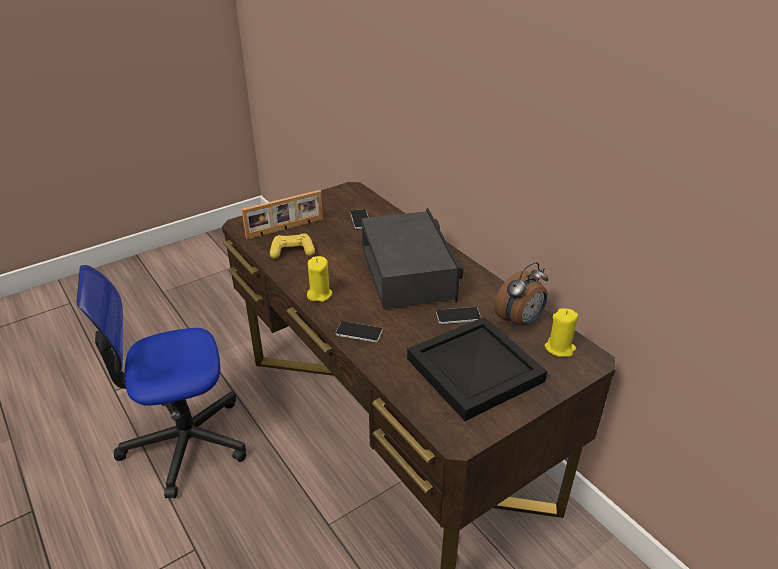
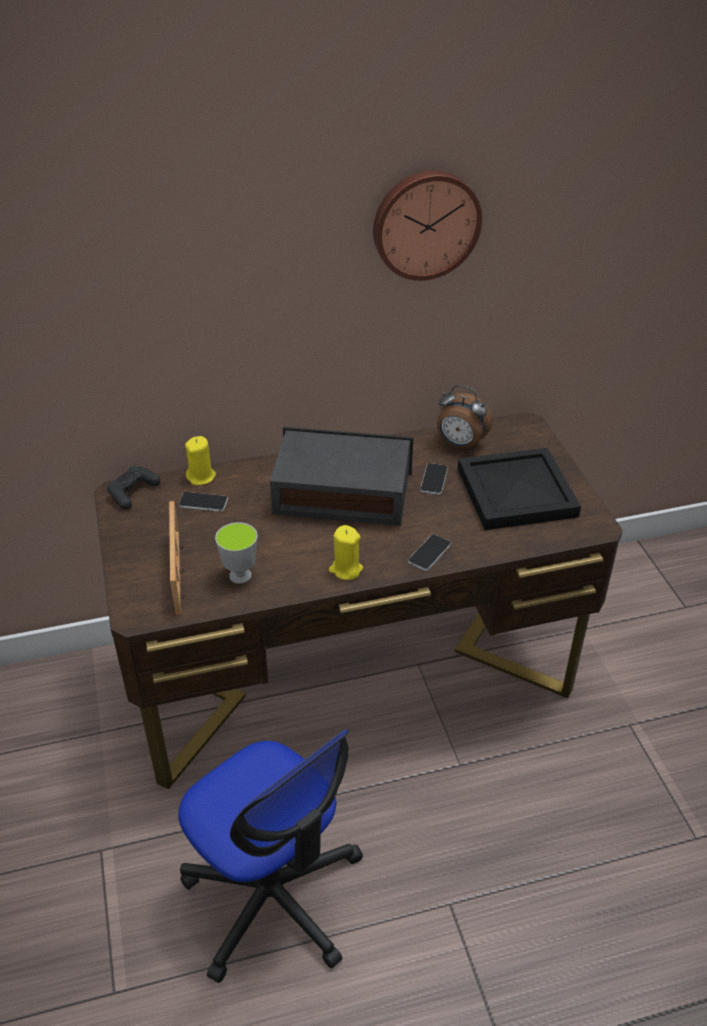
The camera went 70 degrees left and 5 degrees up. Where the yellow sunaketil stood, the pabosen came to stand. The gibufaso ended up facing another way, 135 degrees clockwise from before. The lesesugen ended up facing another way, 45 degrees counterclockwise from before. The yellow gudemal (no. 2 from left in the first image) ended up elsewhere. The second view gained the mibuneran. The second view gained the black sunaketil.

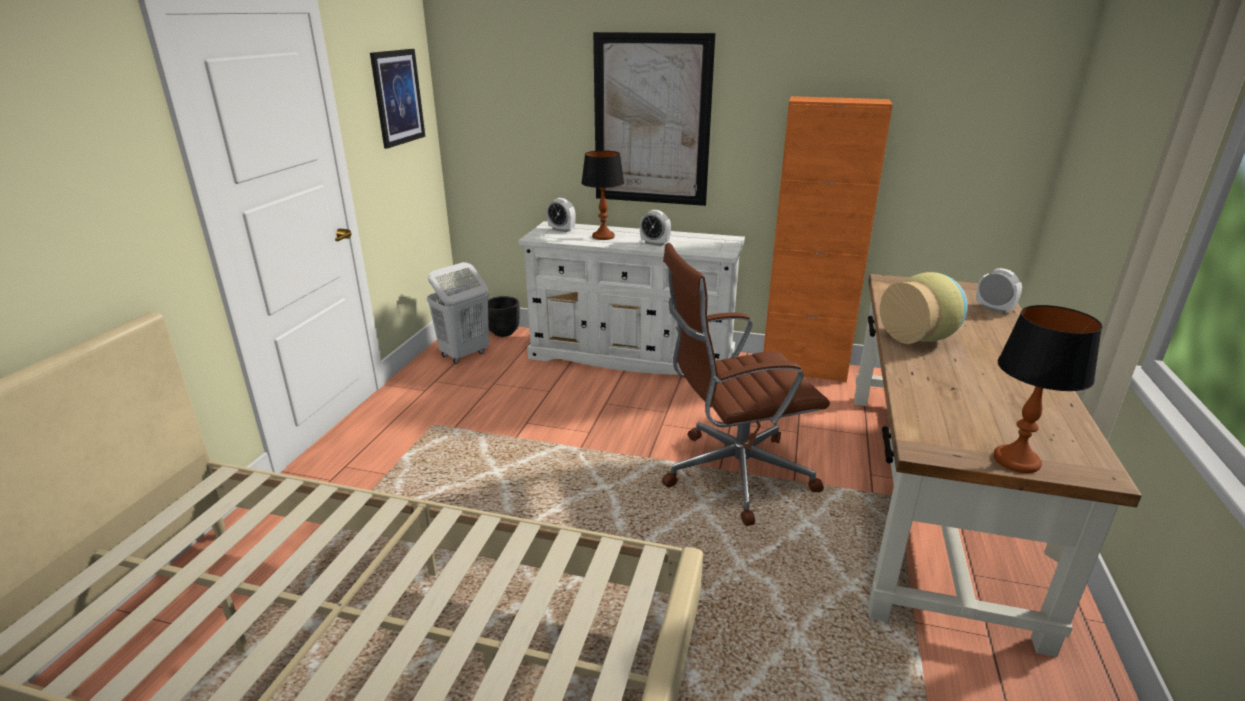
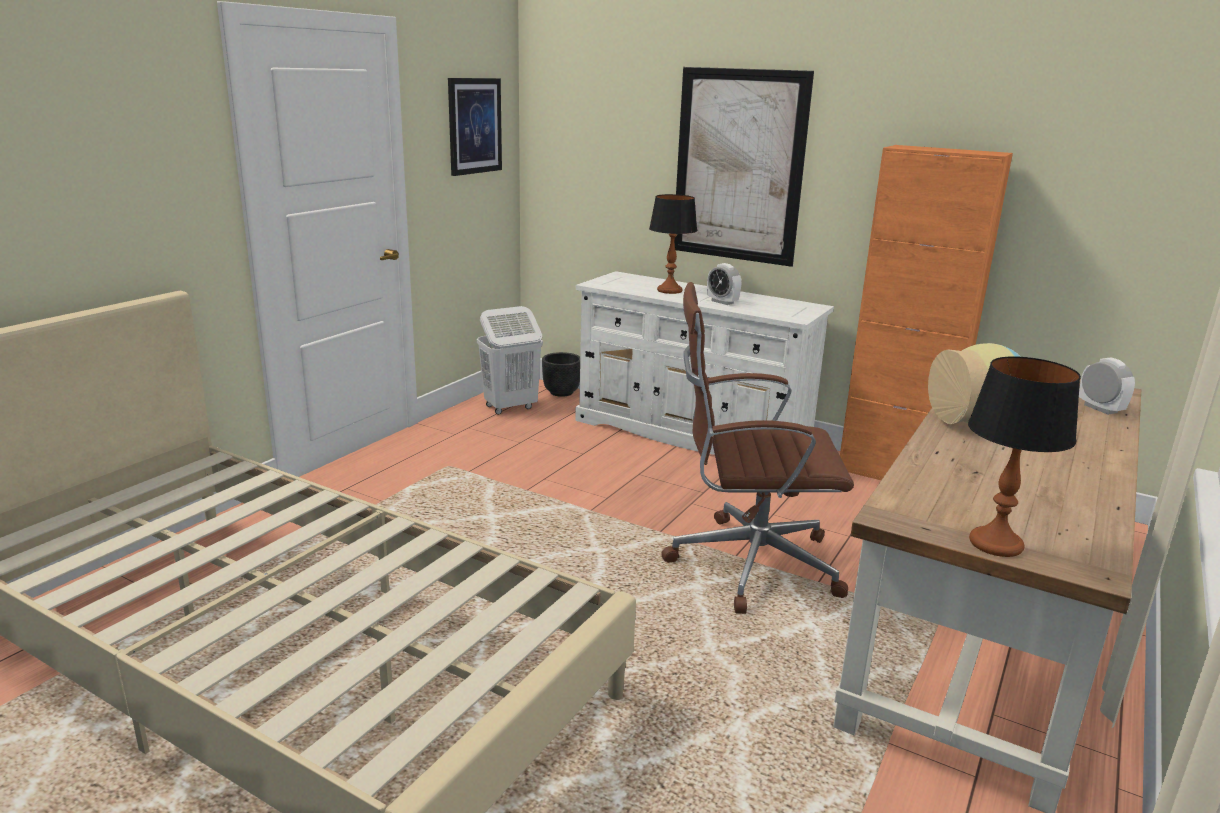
The camera went 15 degrees right and 5 degrees down. The second view lost the gibufaso (no. 1 from left).

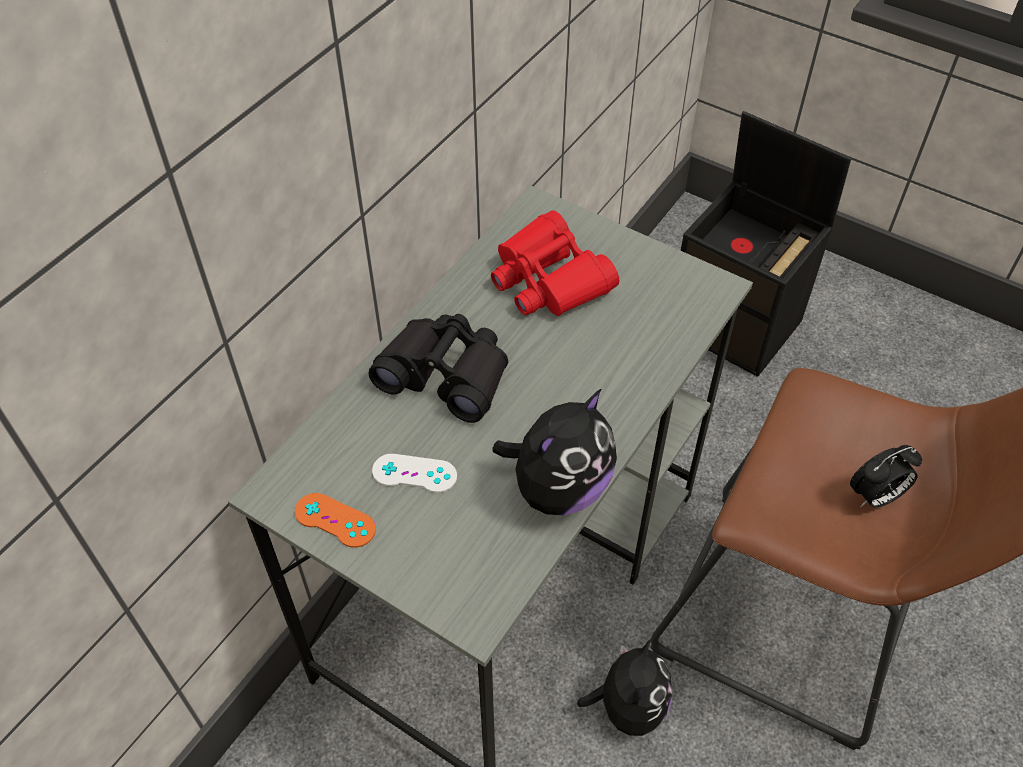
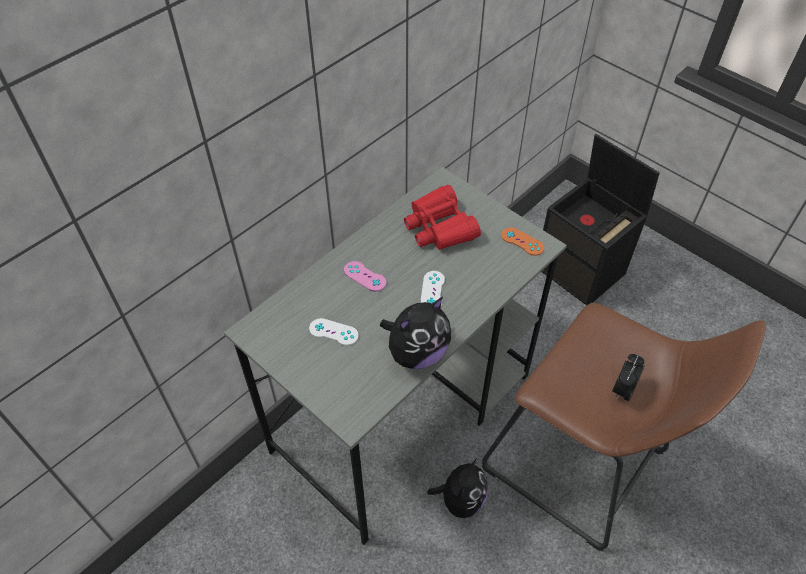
The camera went 10 degrees right and 0 degrees up. Where the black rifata stood, the pink sunaketil came to stand. The gibufaso ended up facing another way, 135 degrees clockwise from before. The orange sunaketil ended up elsewhere. The second view gained the white sunaketil (no. 2 from left).

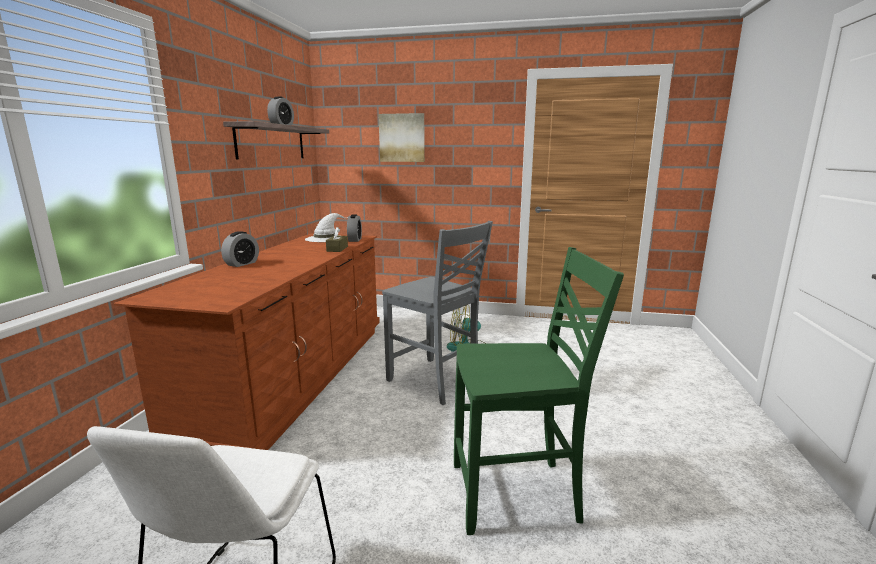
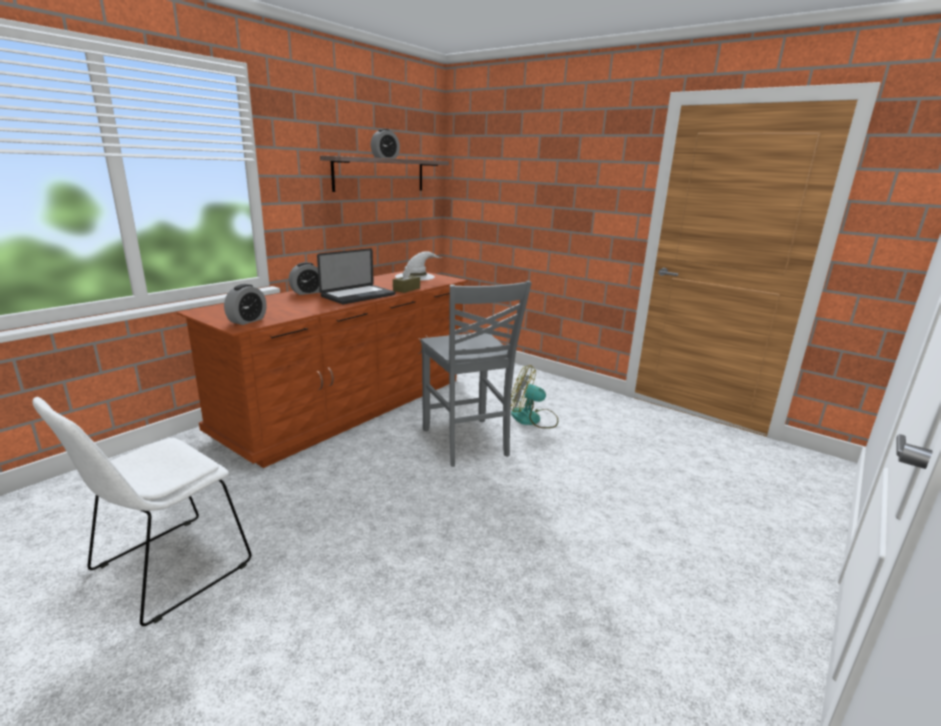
The camera went 25 degrees right and 5 degrees up. The second view lost the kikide. The gibufaso (no. 3 from left in the first image) ended up elsewhere. The second view lost the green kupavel. The second view gained the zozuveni.

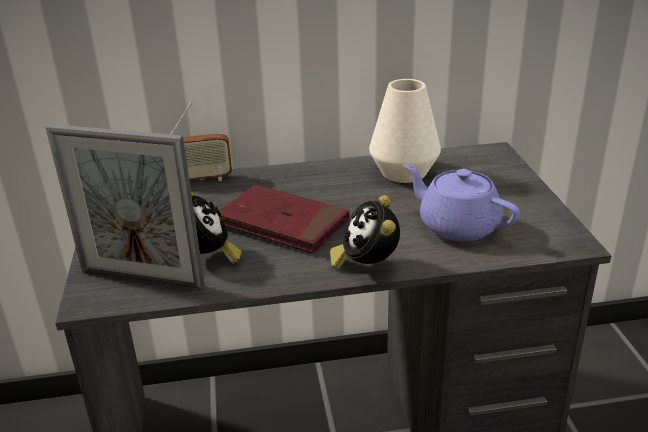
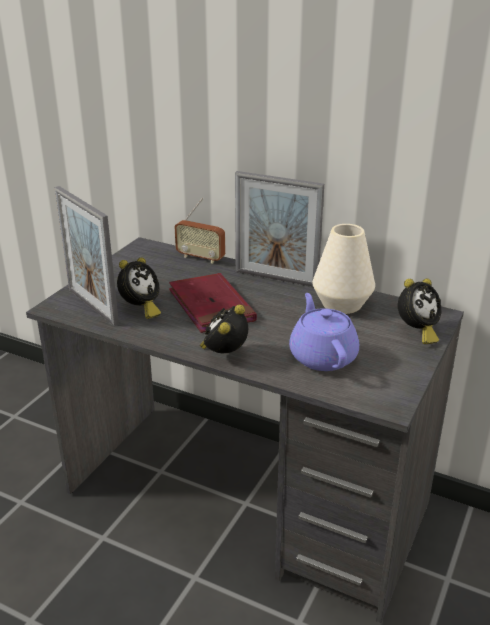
The camera went 35 degrees right and 0 degrees up. The second view gained the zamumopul (no. 2 from left). The second view gained the gibufaso (no. 3 from left).

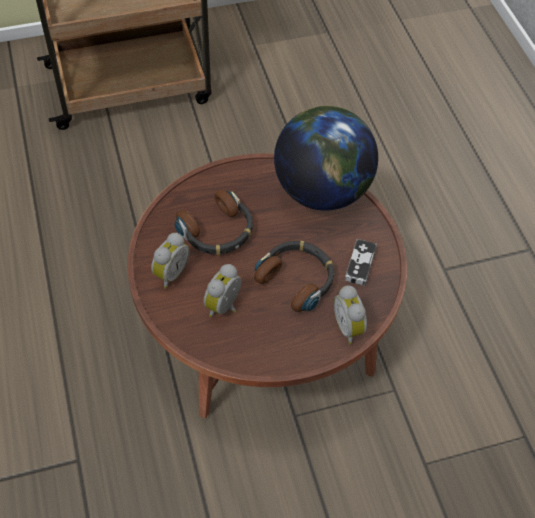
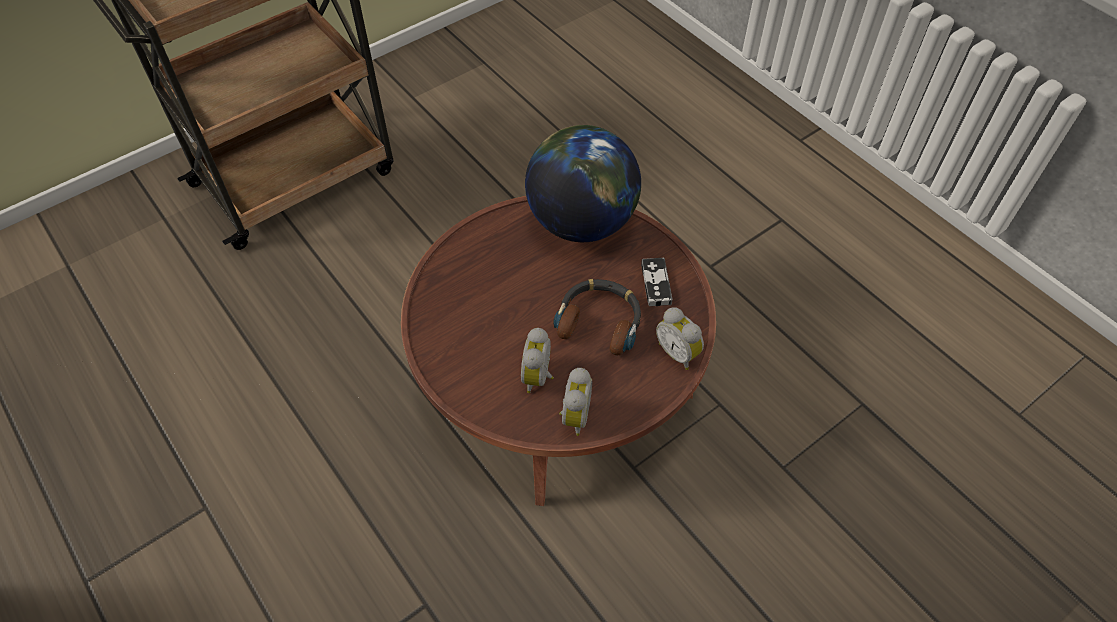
The camera went 20 degrees left and 0 degrees up. The second view lost the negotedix (no. 1 from left). The gibufaso (no. 1 from left in the first image) ended up elsewhere.

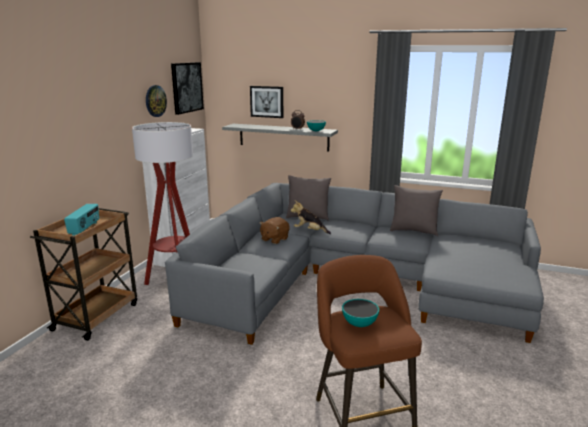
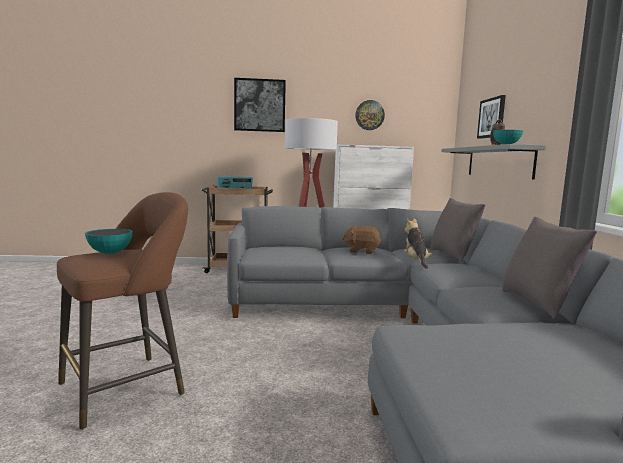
The camera went 65 degrees right and 10 degrees down. The kikide (no. 1 from left) ended up elsewhere.

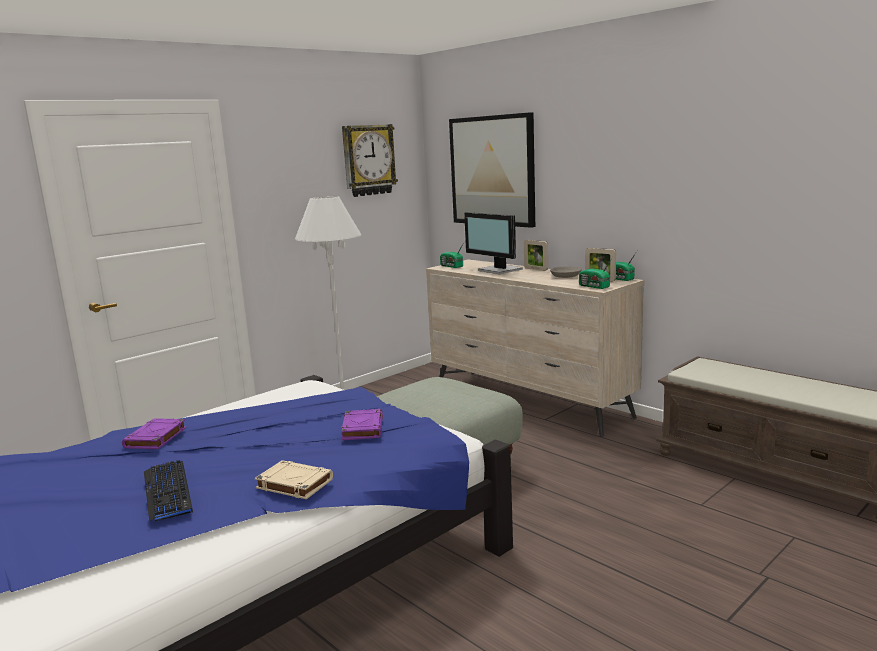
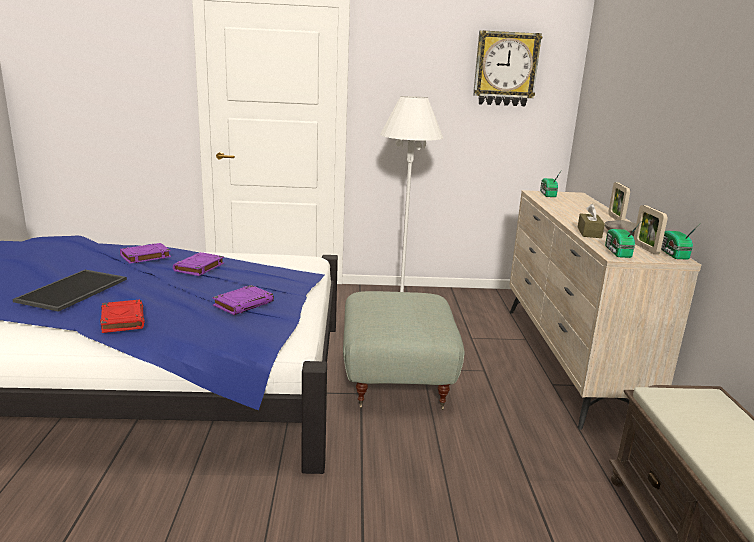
The camera went 40 degrees right and 5 degrees up. The second view lost the kikide. The second view lost the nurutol. Where the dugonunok stood, the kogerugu came to stand. What was the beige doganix turned into the red doganix. The second view gained the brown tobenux. The second view gained the purple doganix (no. 2 from left).

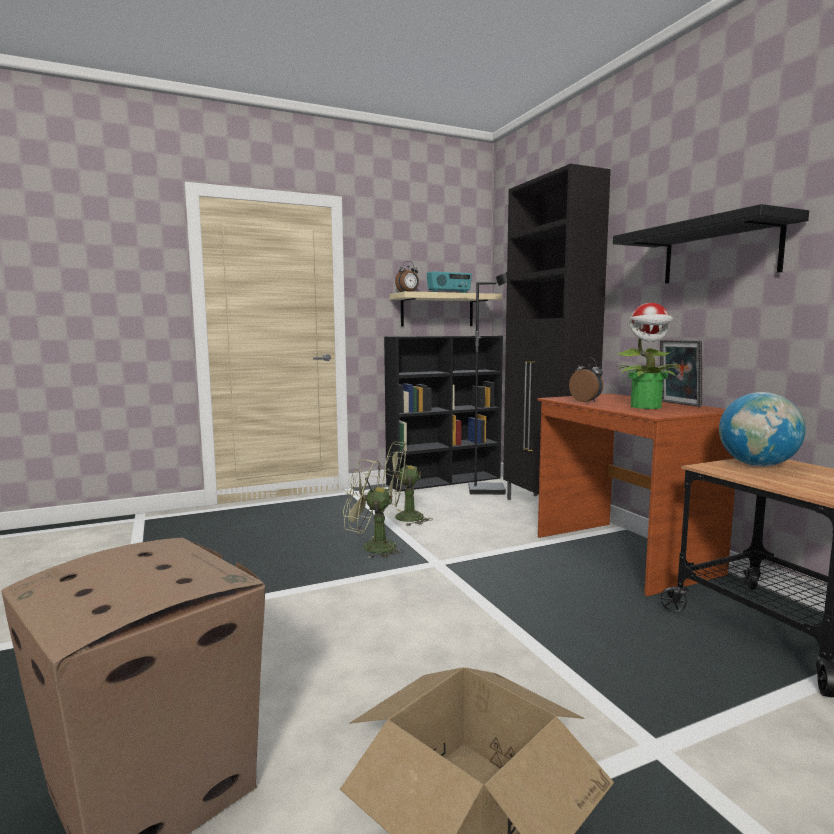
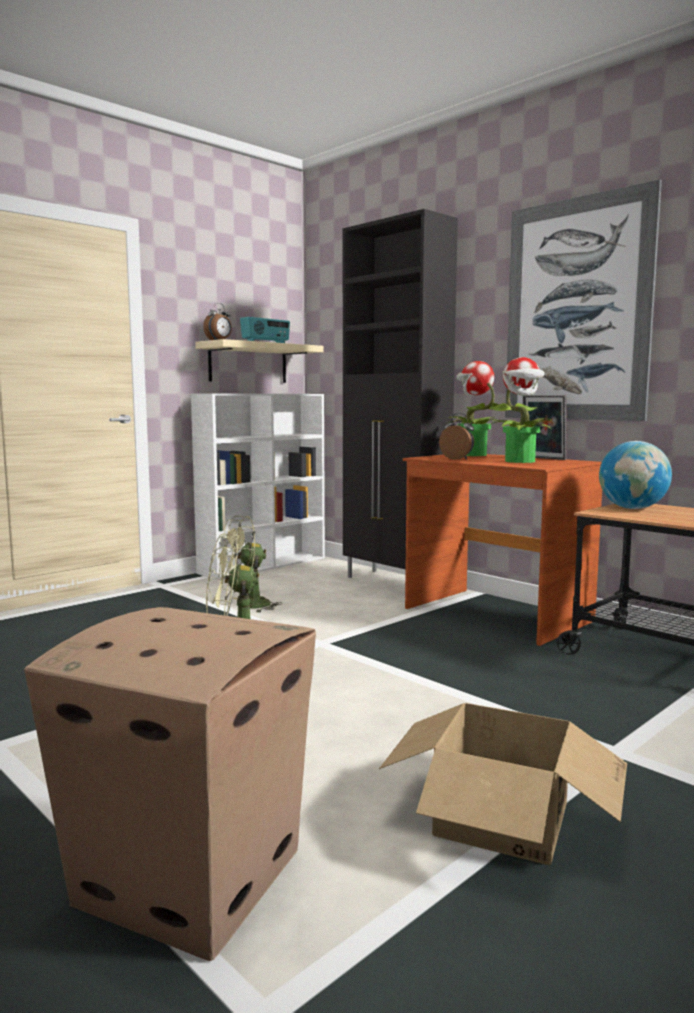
The camera went 20 degrees left and 0 degrees up. Where the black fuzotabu hung, the kikide came to hang. The second view lost the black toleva. What was the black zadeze turned into the white zadeze. The second view gained the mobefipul (no. 1 from left).

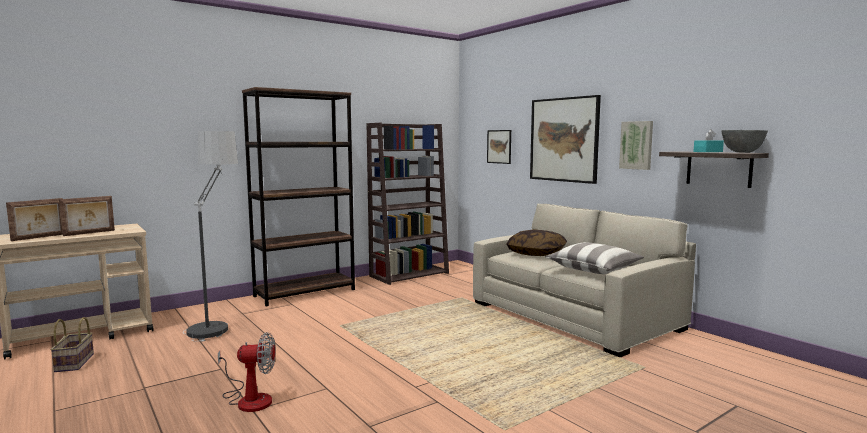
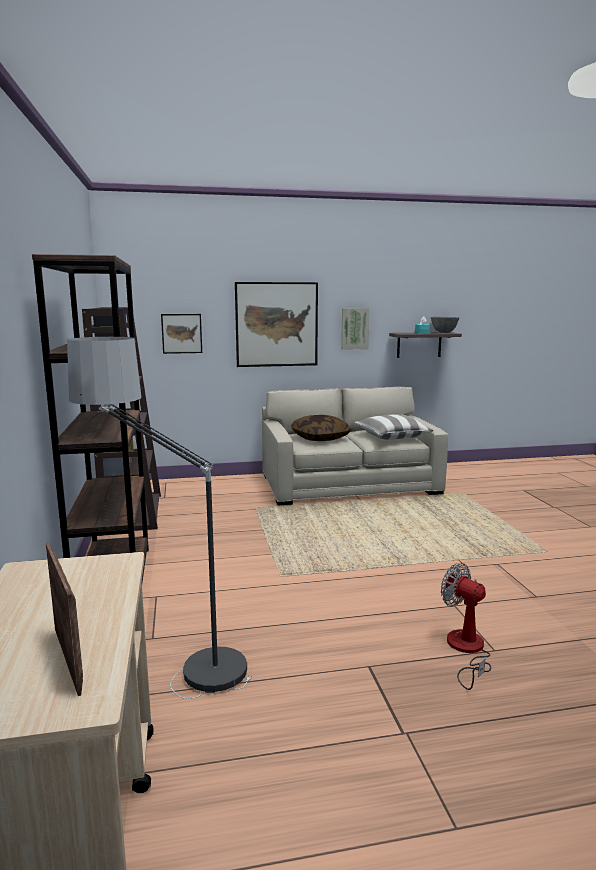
The camera went 65 degrees left and 5 degrees up. The second view lost the zamumopul (no. 2 from left). The second view lost the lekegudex. The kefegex ended up facing another way, 60 degrees counterclockwise from before.

